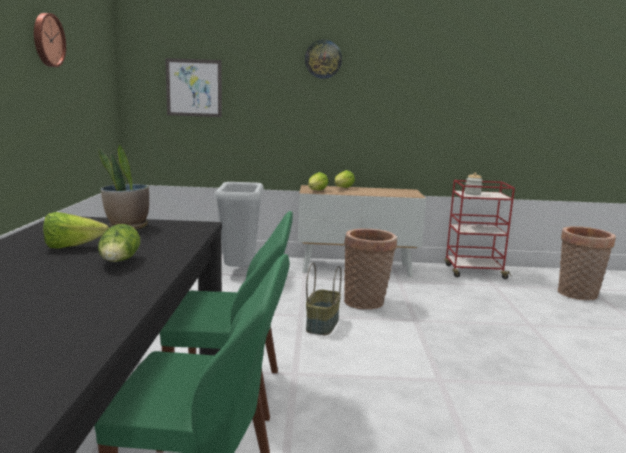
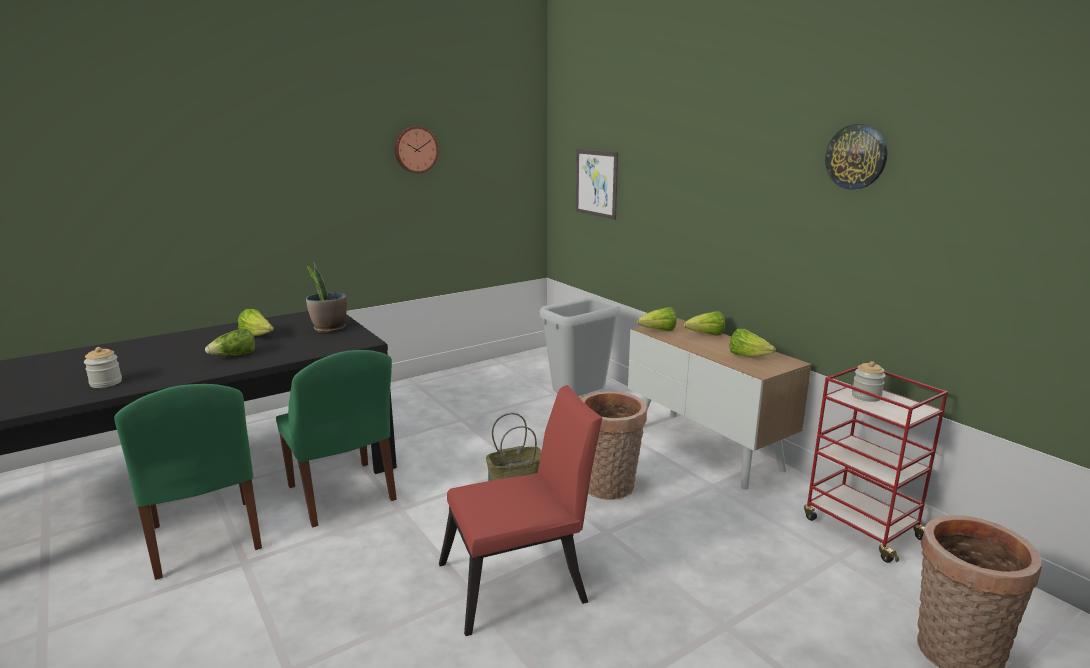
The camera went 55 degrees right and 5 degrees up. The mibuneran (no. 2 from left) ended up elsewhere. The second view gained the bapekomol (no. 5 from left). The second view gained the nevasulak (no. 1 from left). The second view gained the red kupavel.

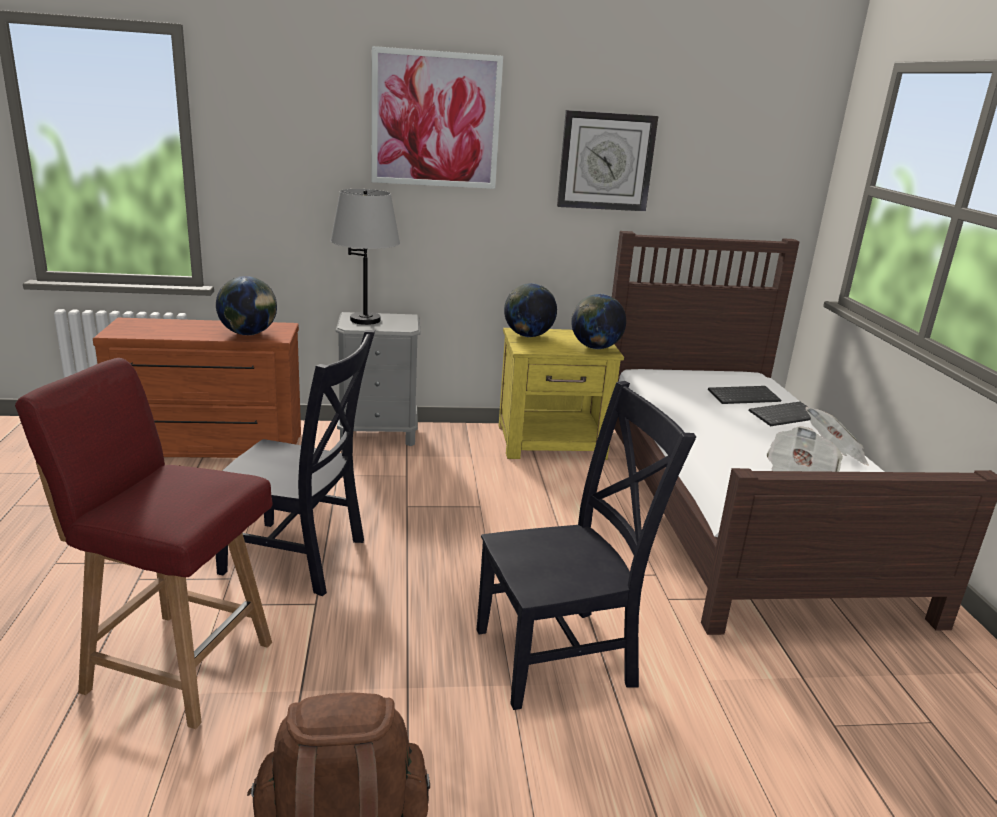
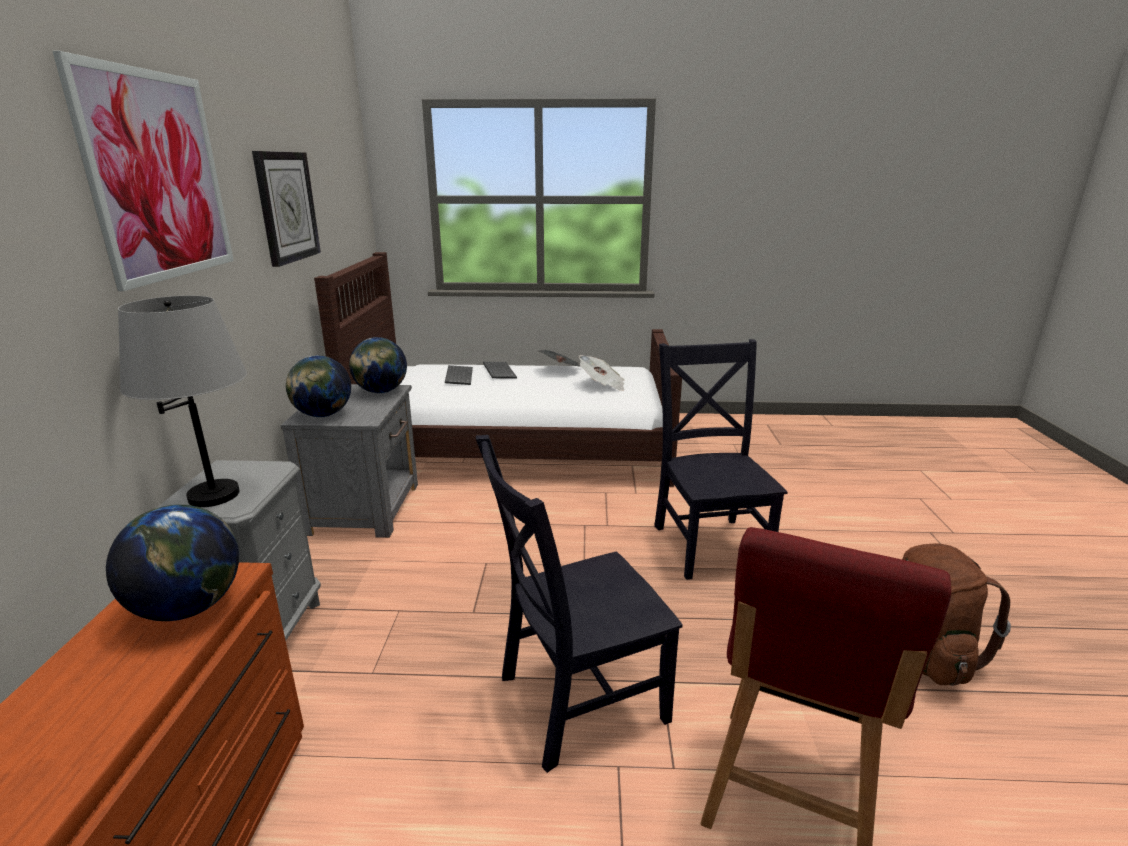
The camera went 80 degrees left and 0 degrees up. What was the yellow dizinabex turned into the grey dizinabex (no. 2 from left). The black kupavel (no. 1 from left) ended up facing another way, 135 degrees counterclockwise from before.

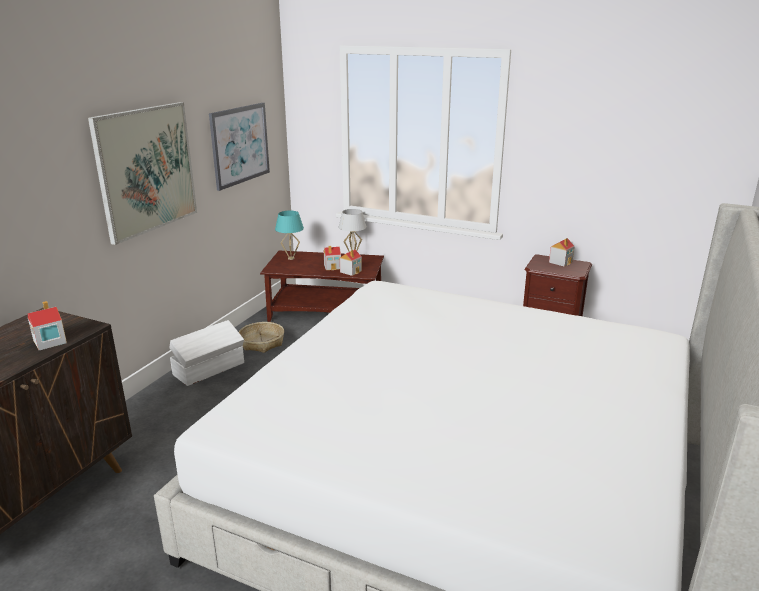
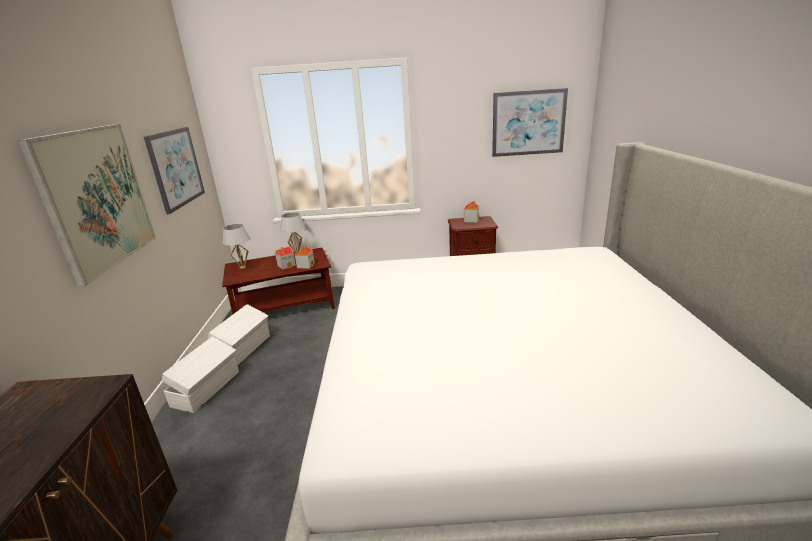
The camera went 25 degrees left and 0 degrees up. What was the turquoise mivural turned into the white mivural (no. 1 from left). The second view lost the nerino (no. 1 from left). Where the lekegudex stood, the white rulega (no. 2 from left) came to stand. The second view gained the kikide (no. 3 from left).

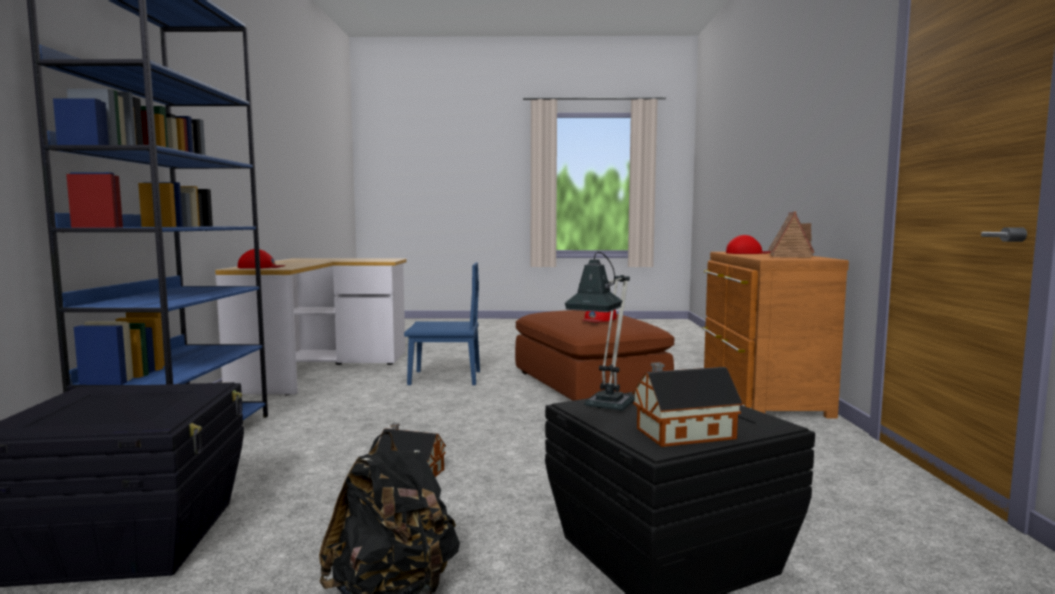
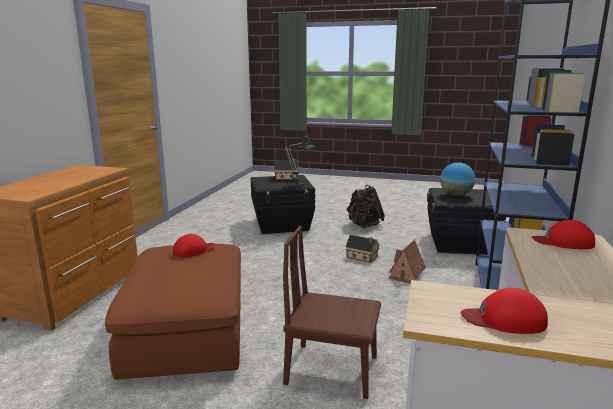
The camera went 165 degrees left and 10 degrees up. The nerino (no. 3 from left) ended up elsewhere. The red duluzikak (no. 3 from left in the first image) ended up elsewhere. What was the blue kupavel turned into the brown kupavel. The second view gained the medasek.

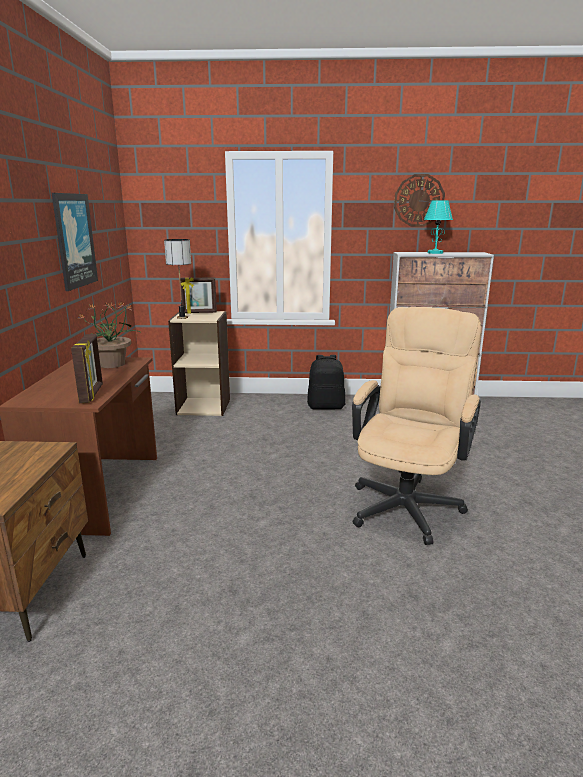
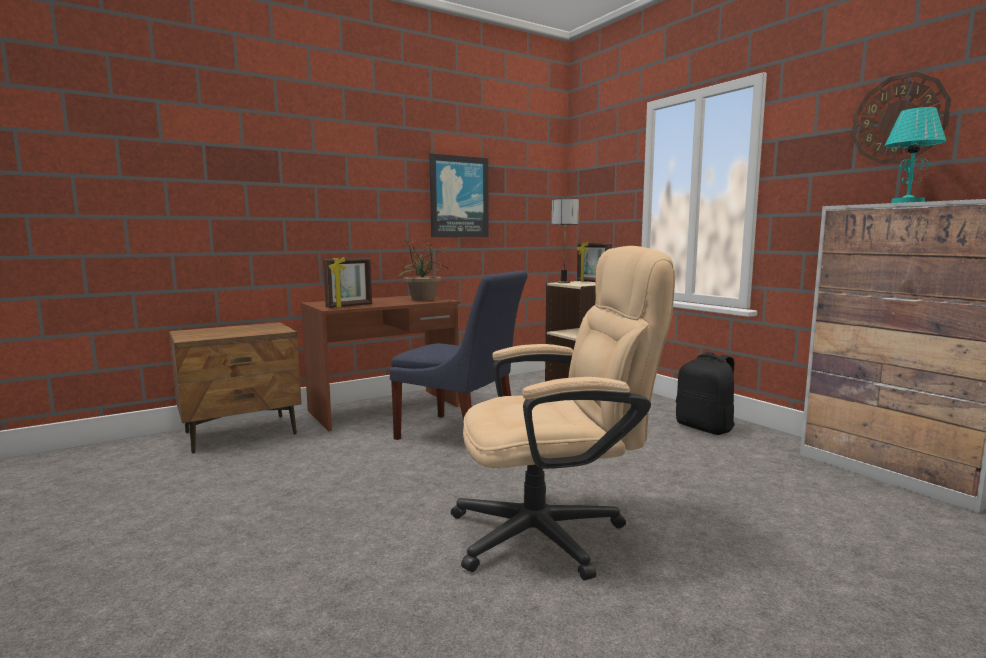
The camera went 55 degrees right and 10 degrees down. The second view gained the blue kupavel.

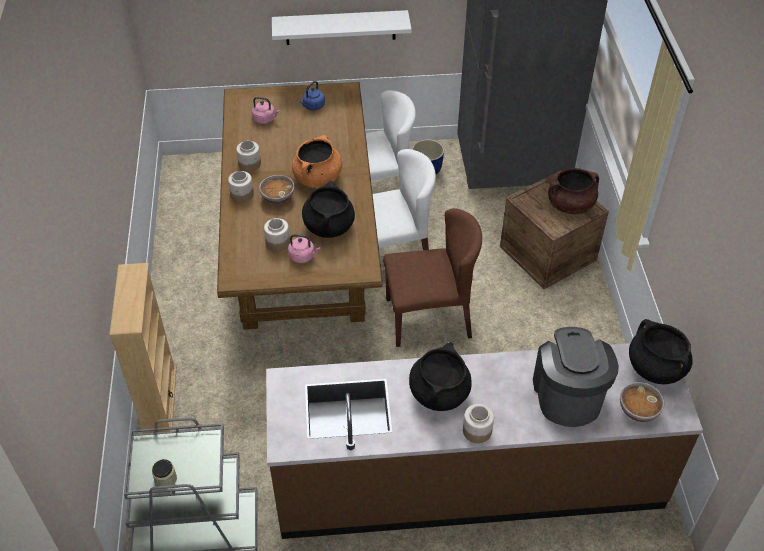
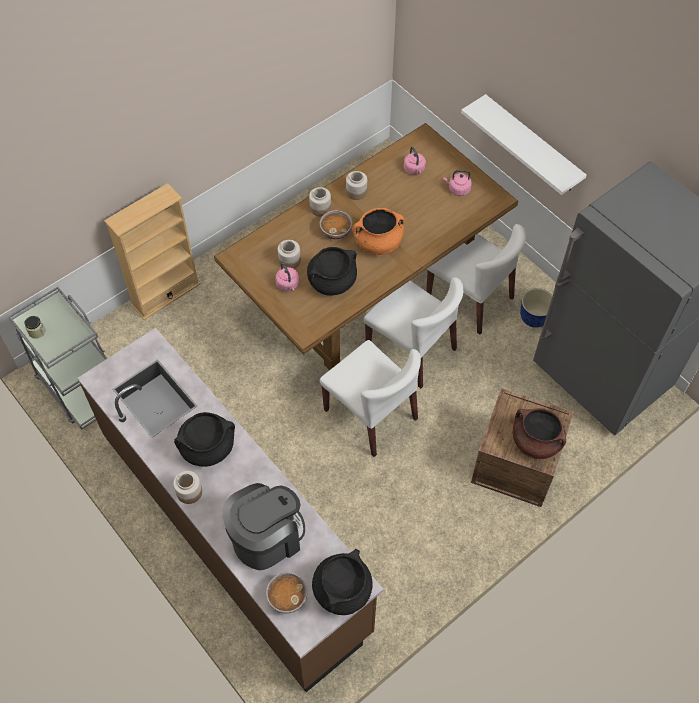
The camera went 55 degrees right and 10 degrees up. What was the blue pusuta turned into the pink pusuta (no. 3 from left). What was the brown kupavel turned into the white kupavel (no. 1 from left).

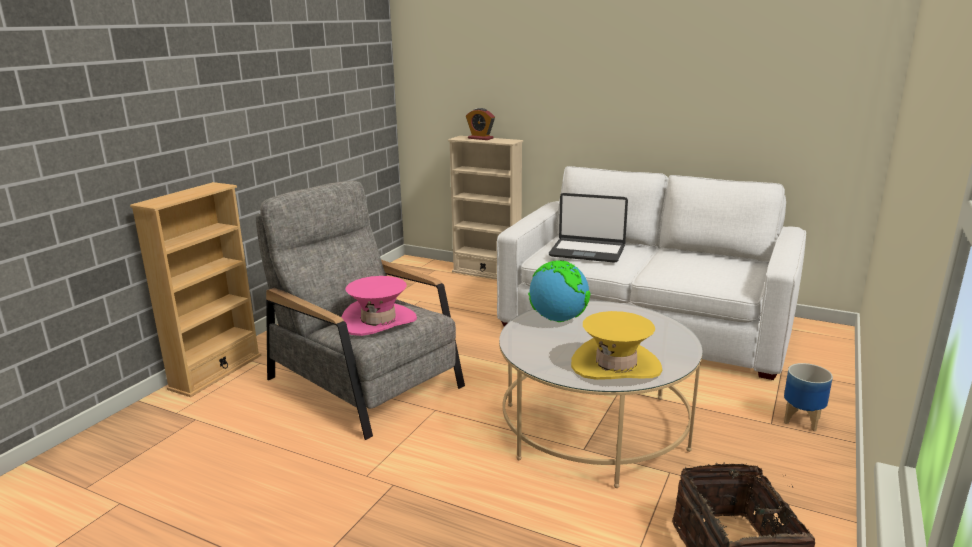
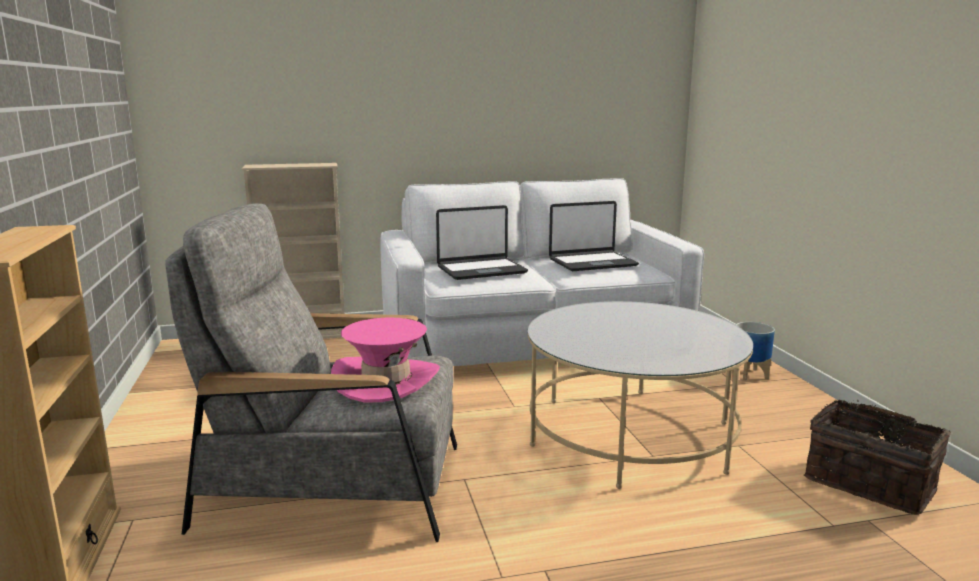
The camera went 40 degrees left and 5 degrees down. The second view lost the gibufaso. The second view lost the medasek. The second view lost the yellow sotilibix. The second view gained the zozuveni (no. 2 from left).

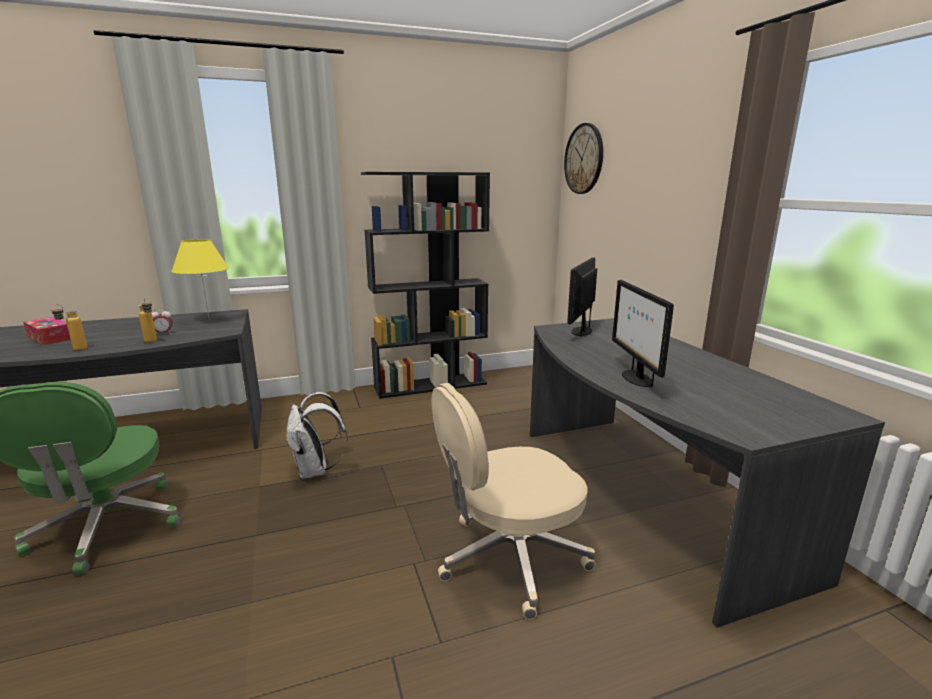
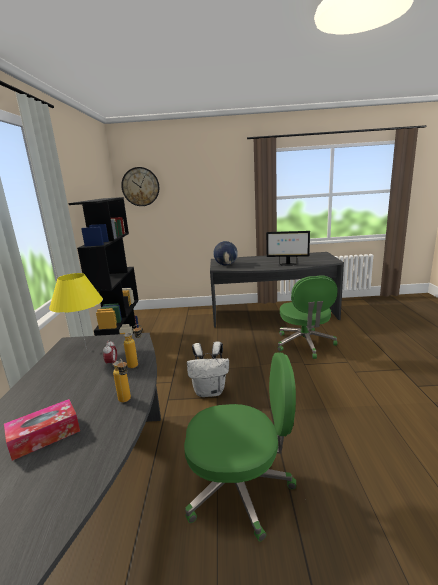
The camera went 70 degrees left and 0 degrees up. Where the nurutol (no. 1 from left) stood, the medasek came to stand. What was the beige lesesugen turned into the green lesesugen (no. 2 from left).

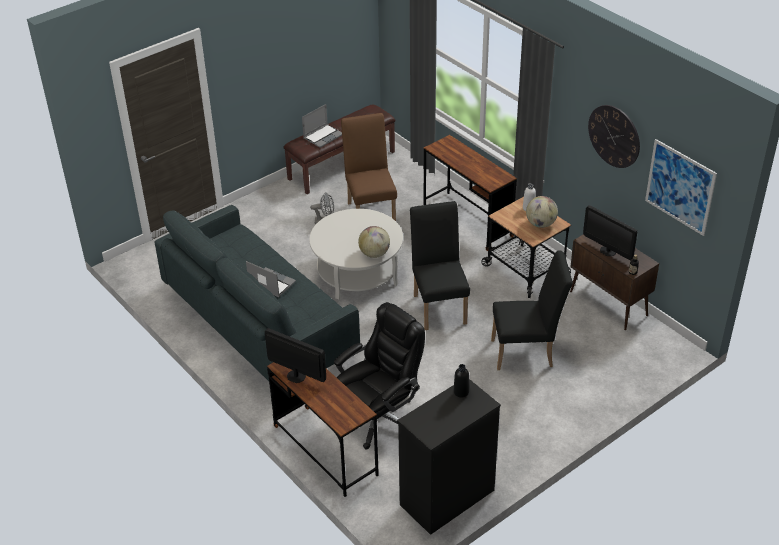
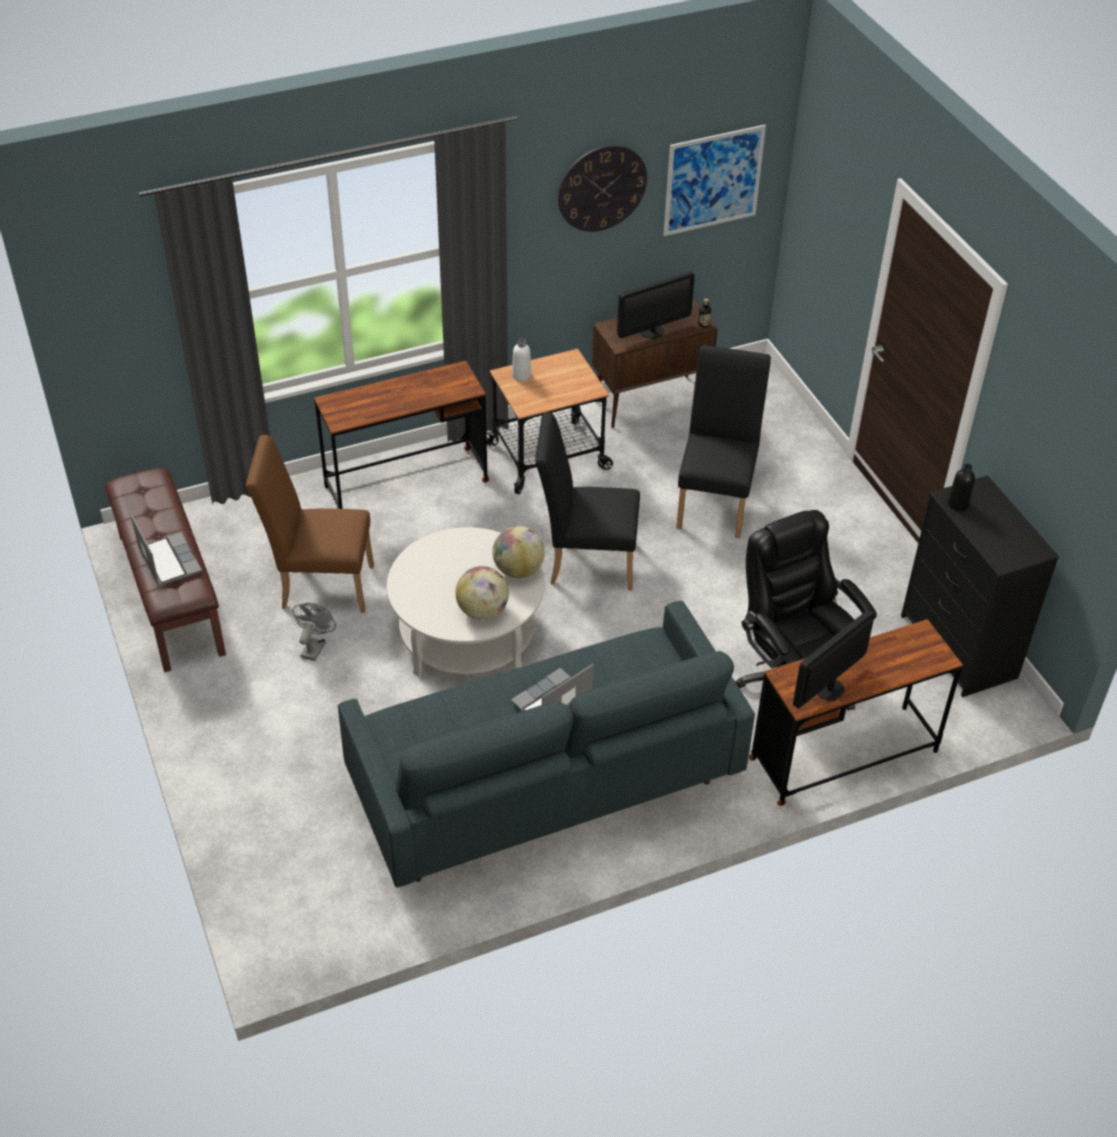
The camera went 75 degrees left and 5 degrees up. The medasek (no. 2 from left in the first image) ended up elsewhere.

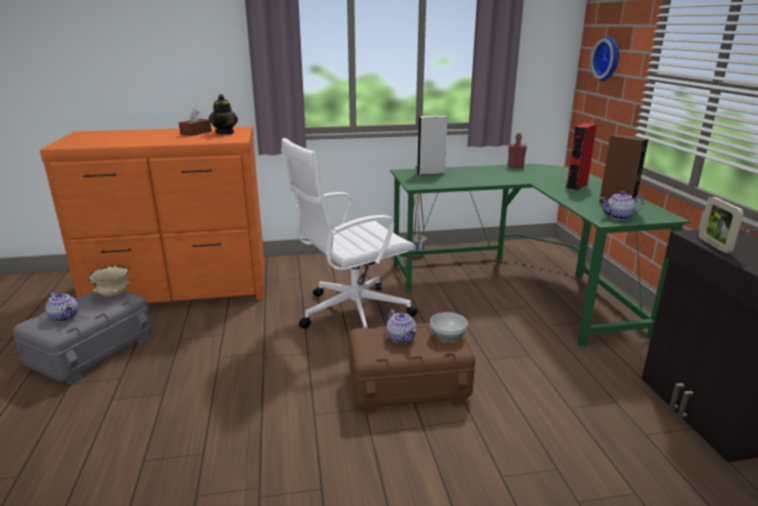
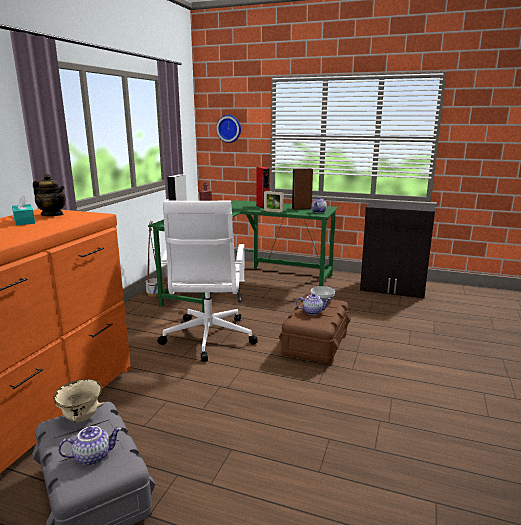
The camera went 60 degrees left and 5 degrees down. What was the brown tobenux turned into the turquoise tobenux. The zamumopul ended up elsewhere.

